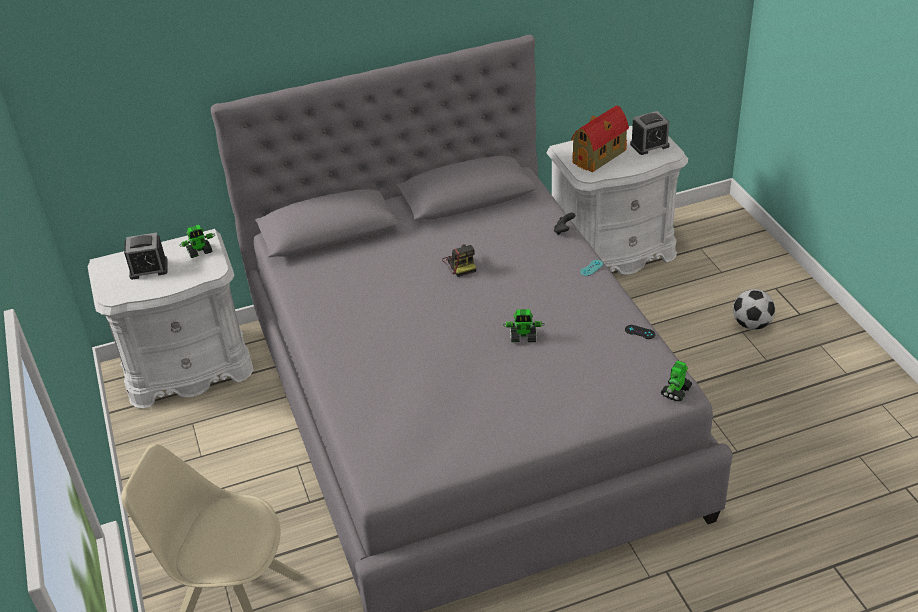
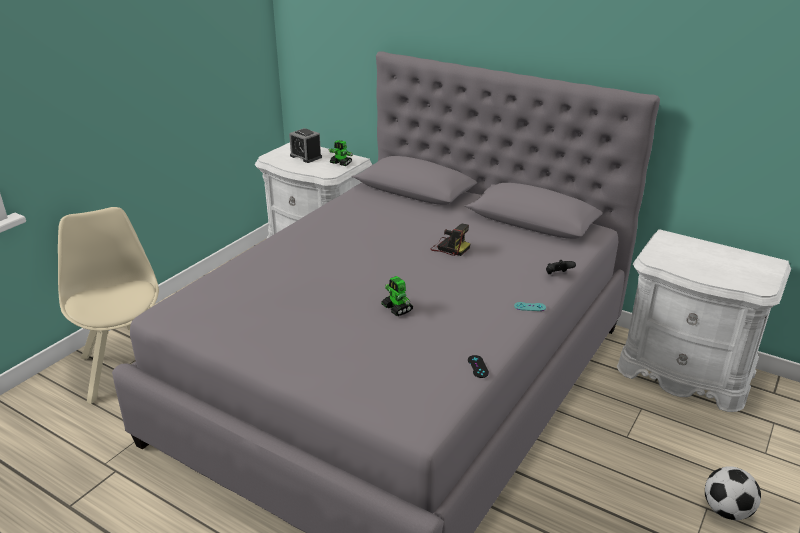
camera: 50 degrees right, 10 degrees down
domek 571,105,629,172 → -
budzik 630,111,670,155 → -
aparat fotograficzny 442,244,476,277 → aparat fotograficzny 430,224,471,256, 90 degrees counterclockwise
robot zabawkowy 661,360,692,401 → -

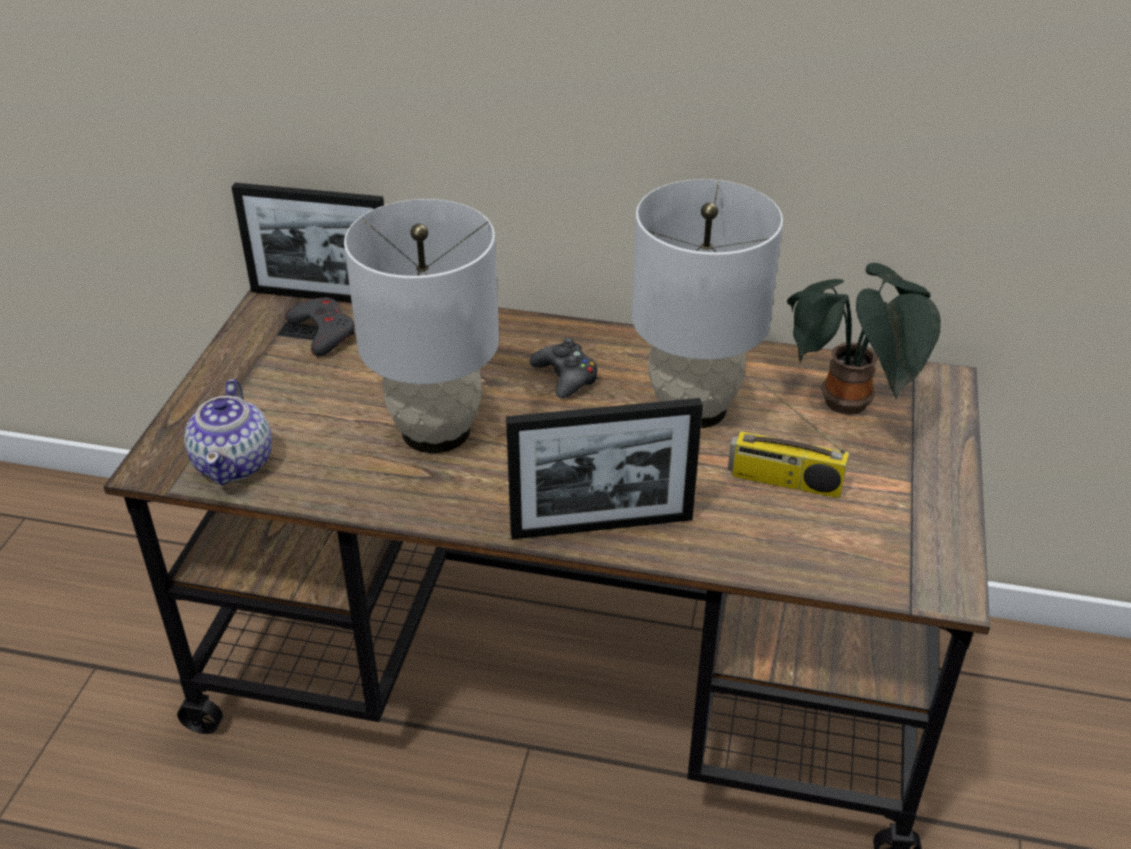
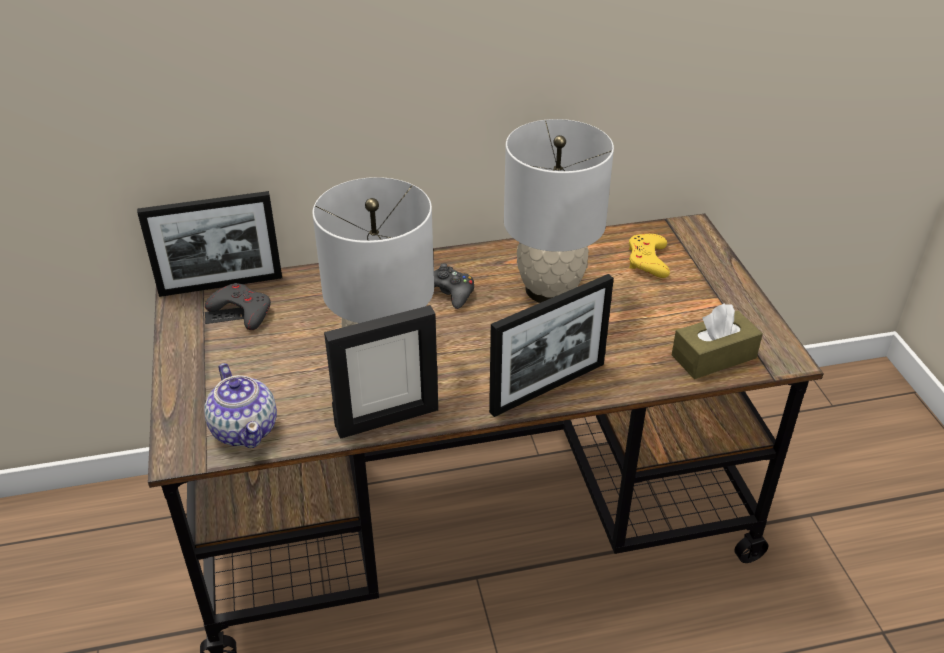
camera: 25 degrees left, 0 degrees up
roślina doniczkowa 787,263,941,415 → pad do gier [żółty] 629,234,670,278
radio 728,383,849,498 → -
- → pudełko chusteczek [brązowy] 672,303,763,379
- → ramka na zdjęcie 324,305,438,439

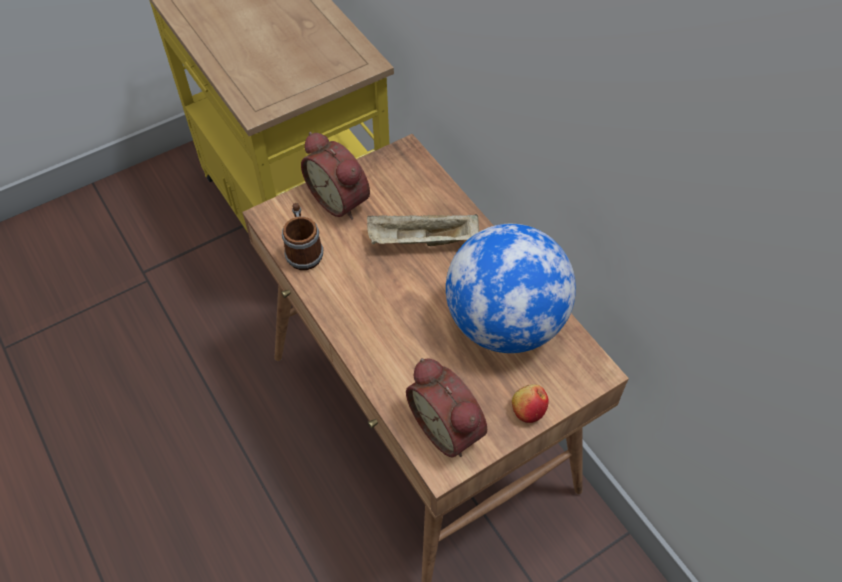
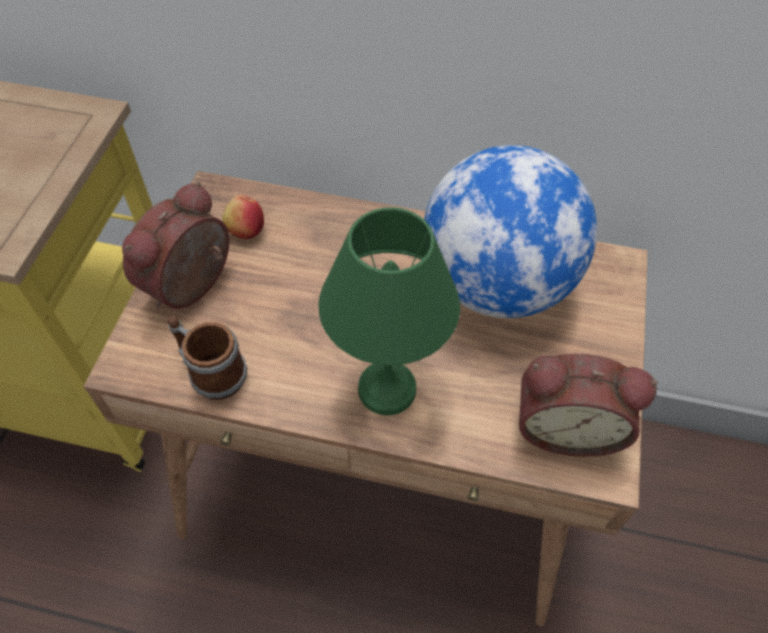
camera: 45 degrees left, 0 degrees up
budzik 301,132,370,220 → budzik 122,181,230,309, 120 degrees clockwise
taca [beżowy] 367,214,479,246 → -
jabłko 512,384,549,423 → jabłko 222,195,264,239, move
- → lampa stołowa [zielony] 318,207,460,415

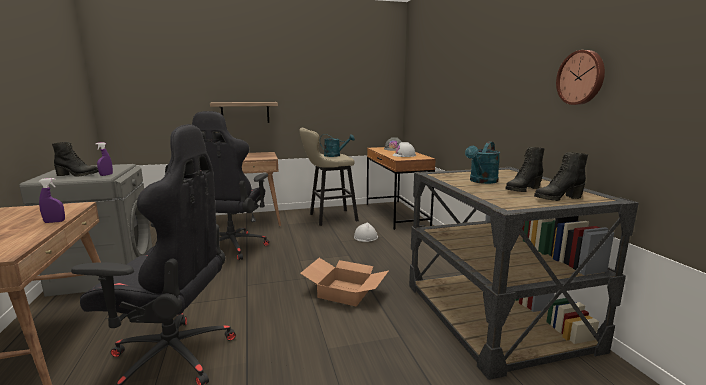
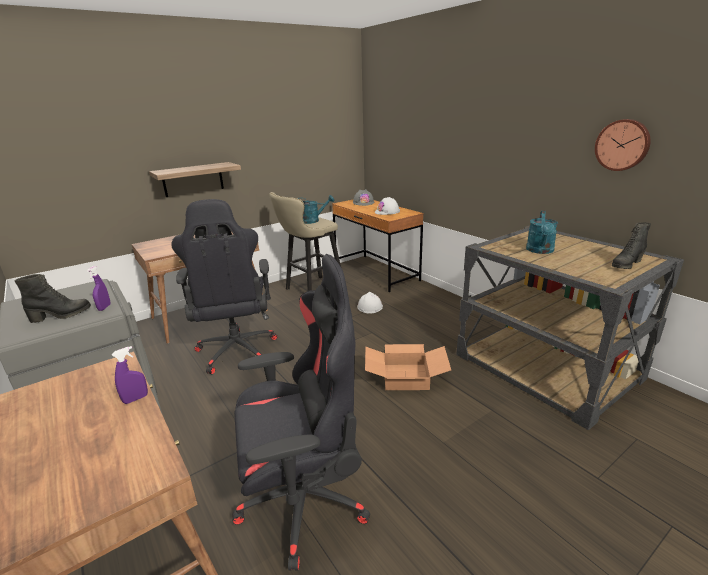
camera: 20 degrees left, 10 degrees up
but z cholewką [czarny] 506,147,545,192 → -

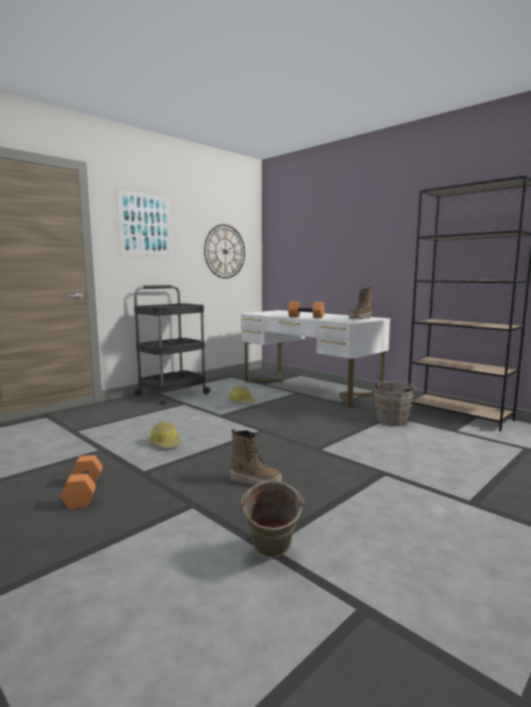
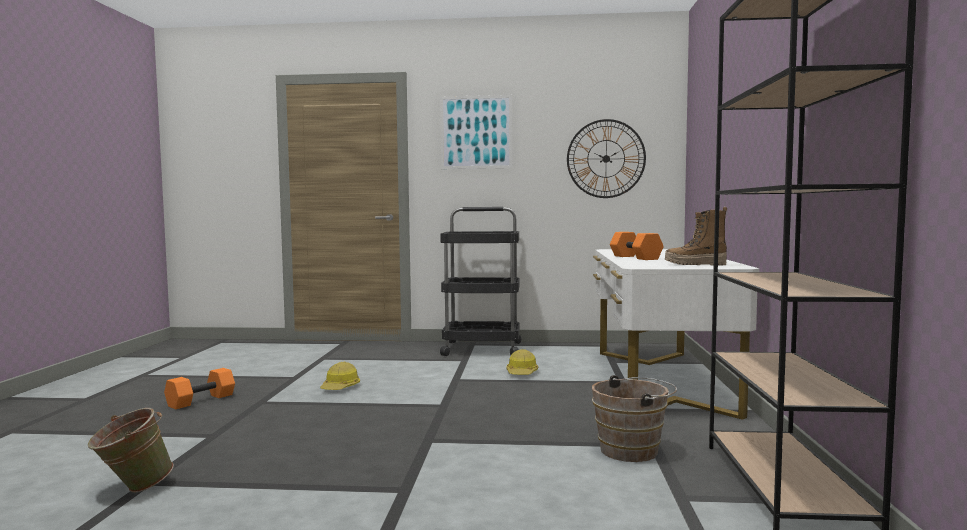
camera: 50 degrees right, 5 degrees down
but z cholewką 230,428,282,486 → -

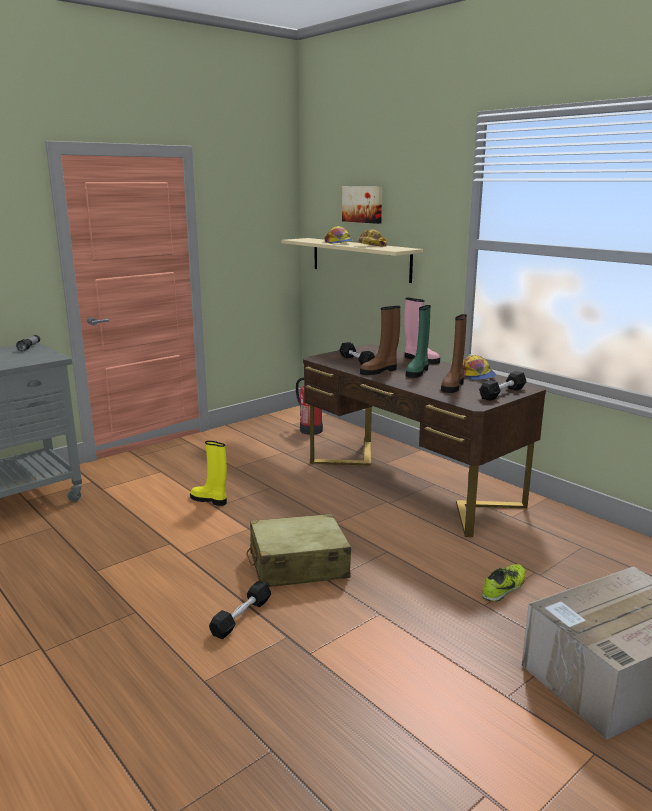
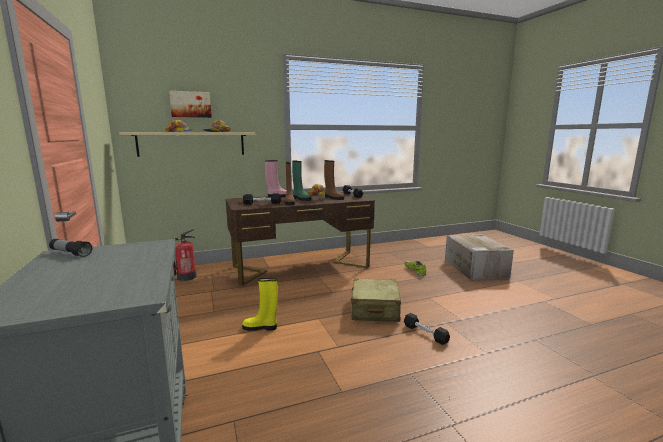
camera: 70 degrees left, 5 degrees down
but z cholewką [żółty] 190,441,227,506 → but z cholewką [żółty] 242,278,278,331, 45 degrees clockwise

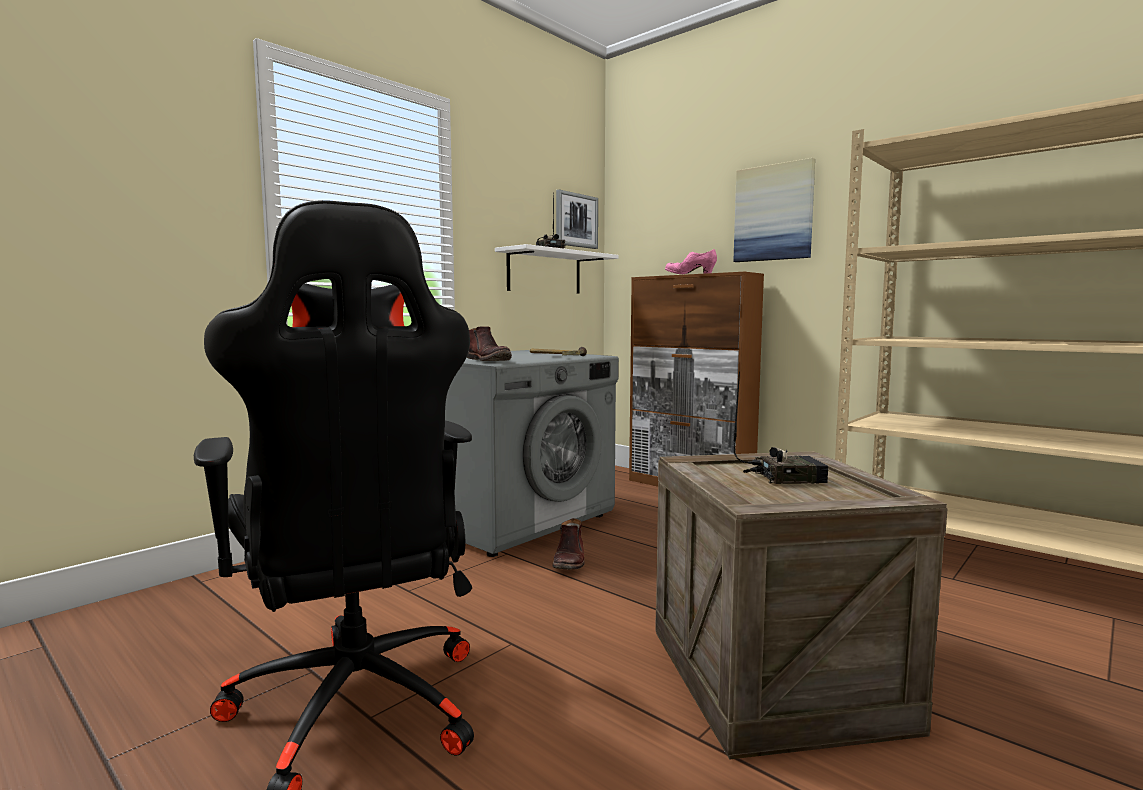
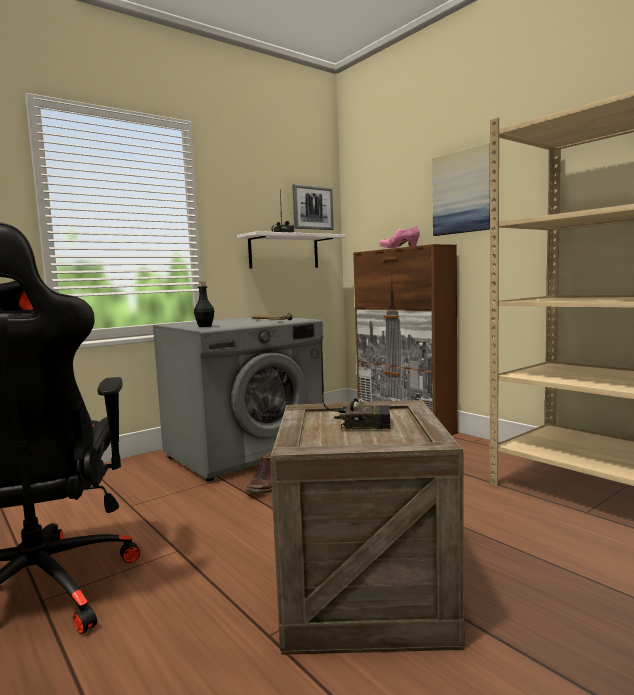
camera: 10 degrees right, 0 degrees up
but z cholewką [brązowy] 467,326,512,361 → butelka [czarny] 194,282,214,327

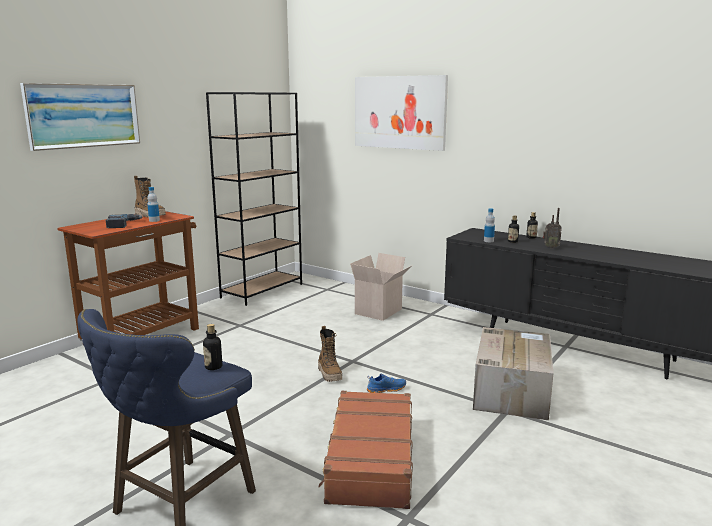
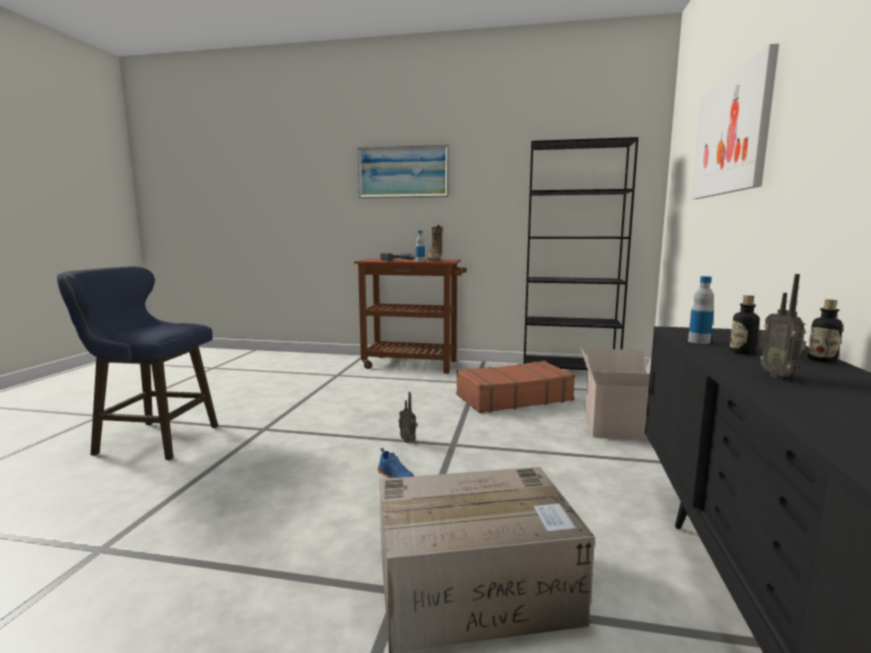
camera: 65 degrees right, 5 degrees down
regał [beżowy] 206,92,302,306 → regał [czarny] 524,137,638,370
butelka 203,324,222,370 → -
but z cholewką 318,326,342,382 → radio 399,392,417,443
walizka [brązowy] 319,391,413,509 → walizka [brązowy] 456,361,575,413, move

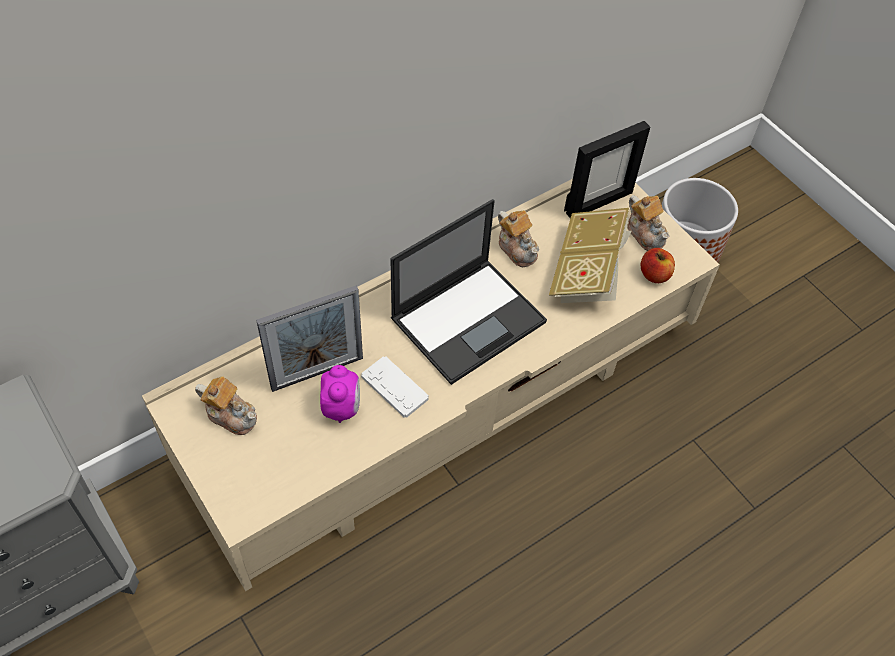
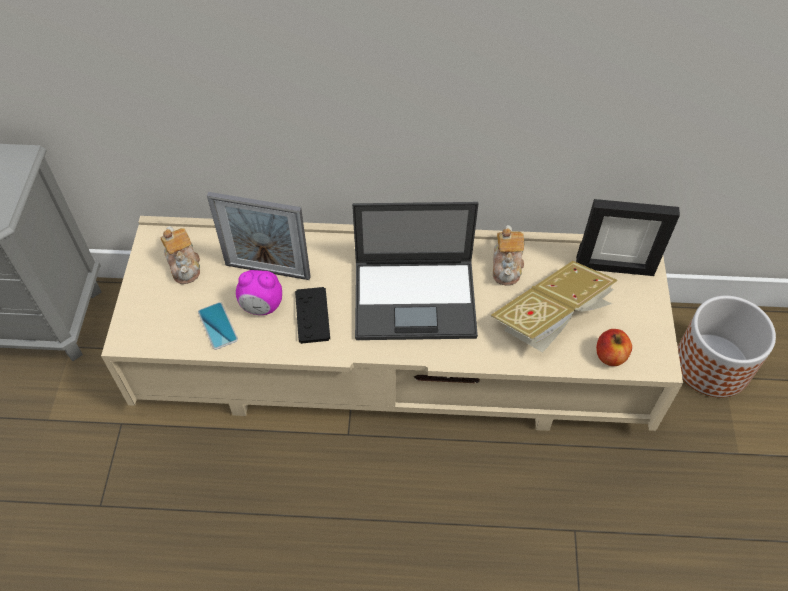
camera: 40 degrees right, 0 degrees up
imbryk 627,195,669,251 → -
pad do gier [biały] 361,356,429,418 → pad do gier [czarny] 295,287,330,344
budzik 320,365,360,423 → budzik 236,270,282,315, 60 degrees clockwise
- → telefon 198,302,238,350

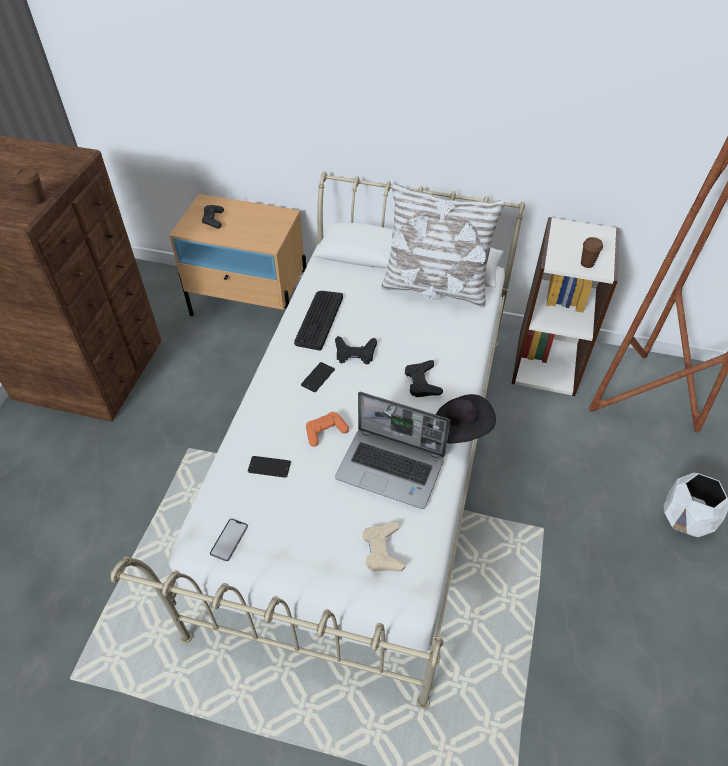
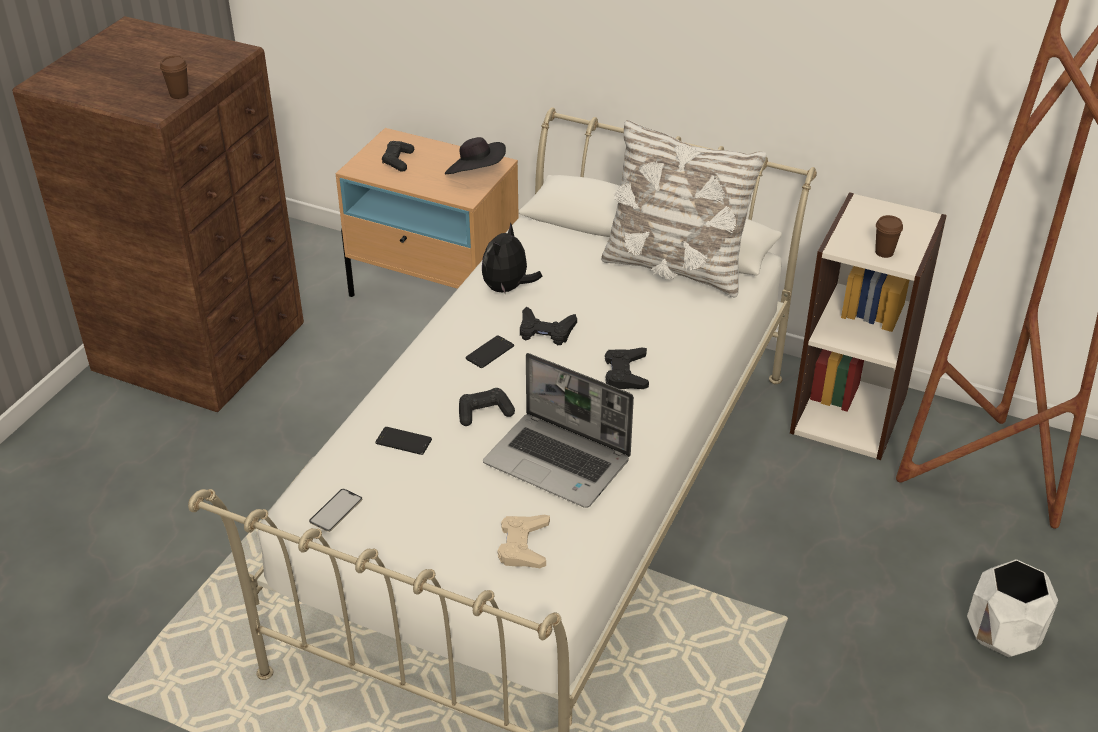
camera: 10 degrees right, 10 degrees down
klawiatura 294,291,343,351 → pluszak 482,222,542,294
kapelusz [czarny] 436,394,496,444 → kapelusz [czarny] 445,137,506,174, move
pad do gier [pomarańczowy] 306,412,349,447 → pad do gier [czarny] 459,388,515,426

